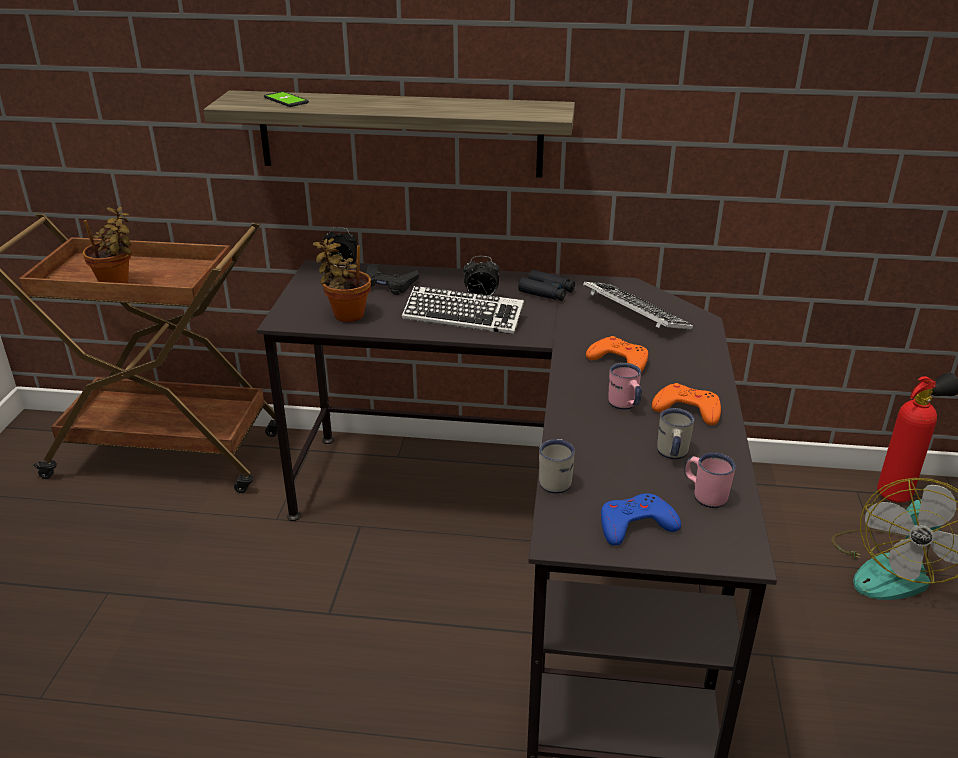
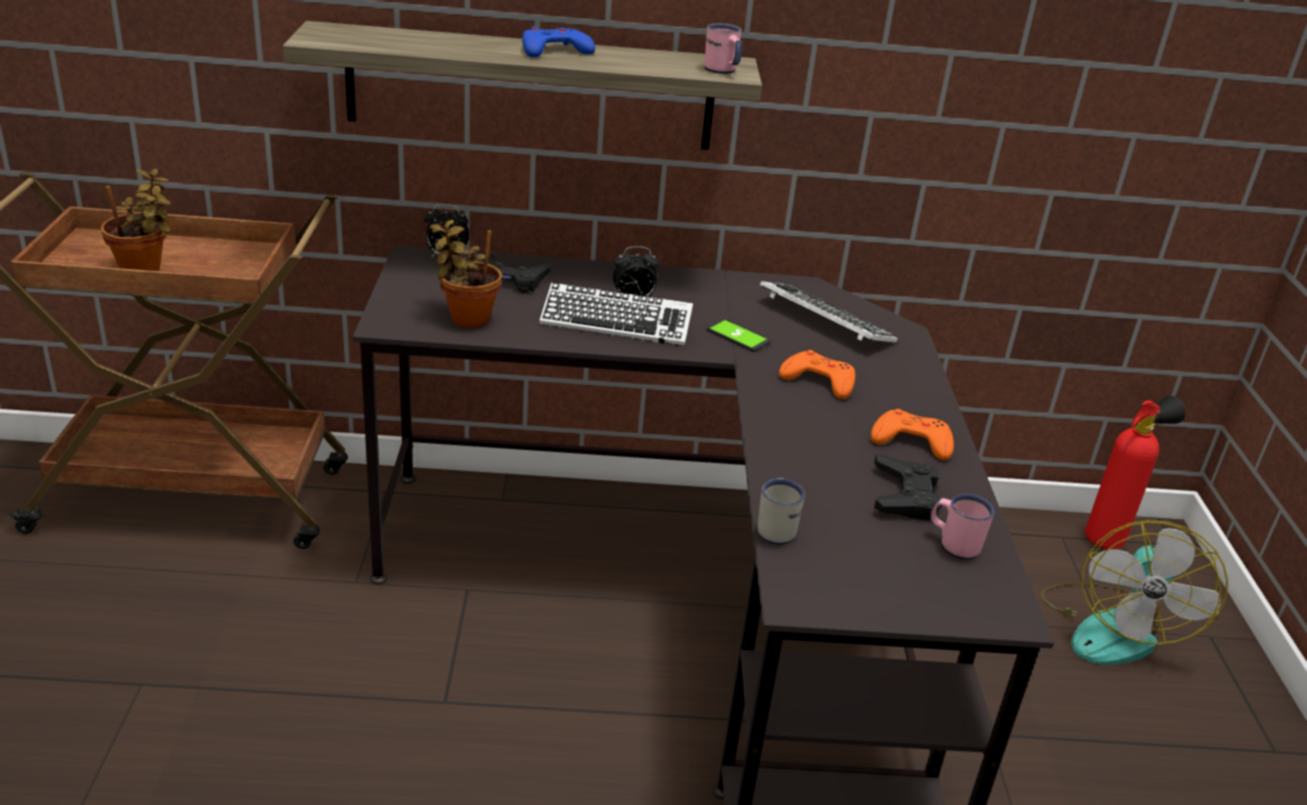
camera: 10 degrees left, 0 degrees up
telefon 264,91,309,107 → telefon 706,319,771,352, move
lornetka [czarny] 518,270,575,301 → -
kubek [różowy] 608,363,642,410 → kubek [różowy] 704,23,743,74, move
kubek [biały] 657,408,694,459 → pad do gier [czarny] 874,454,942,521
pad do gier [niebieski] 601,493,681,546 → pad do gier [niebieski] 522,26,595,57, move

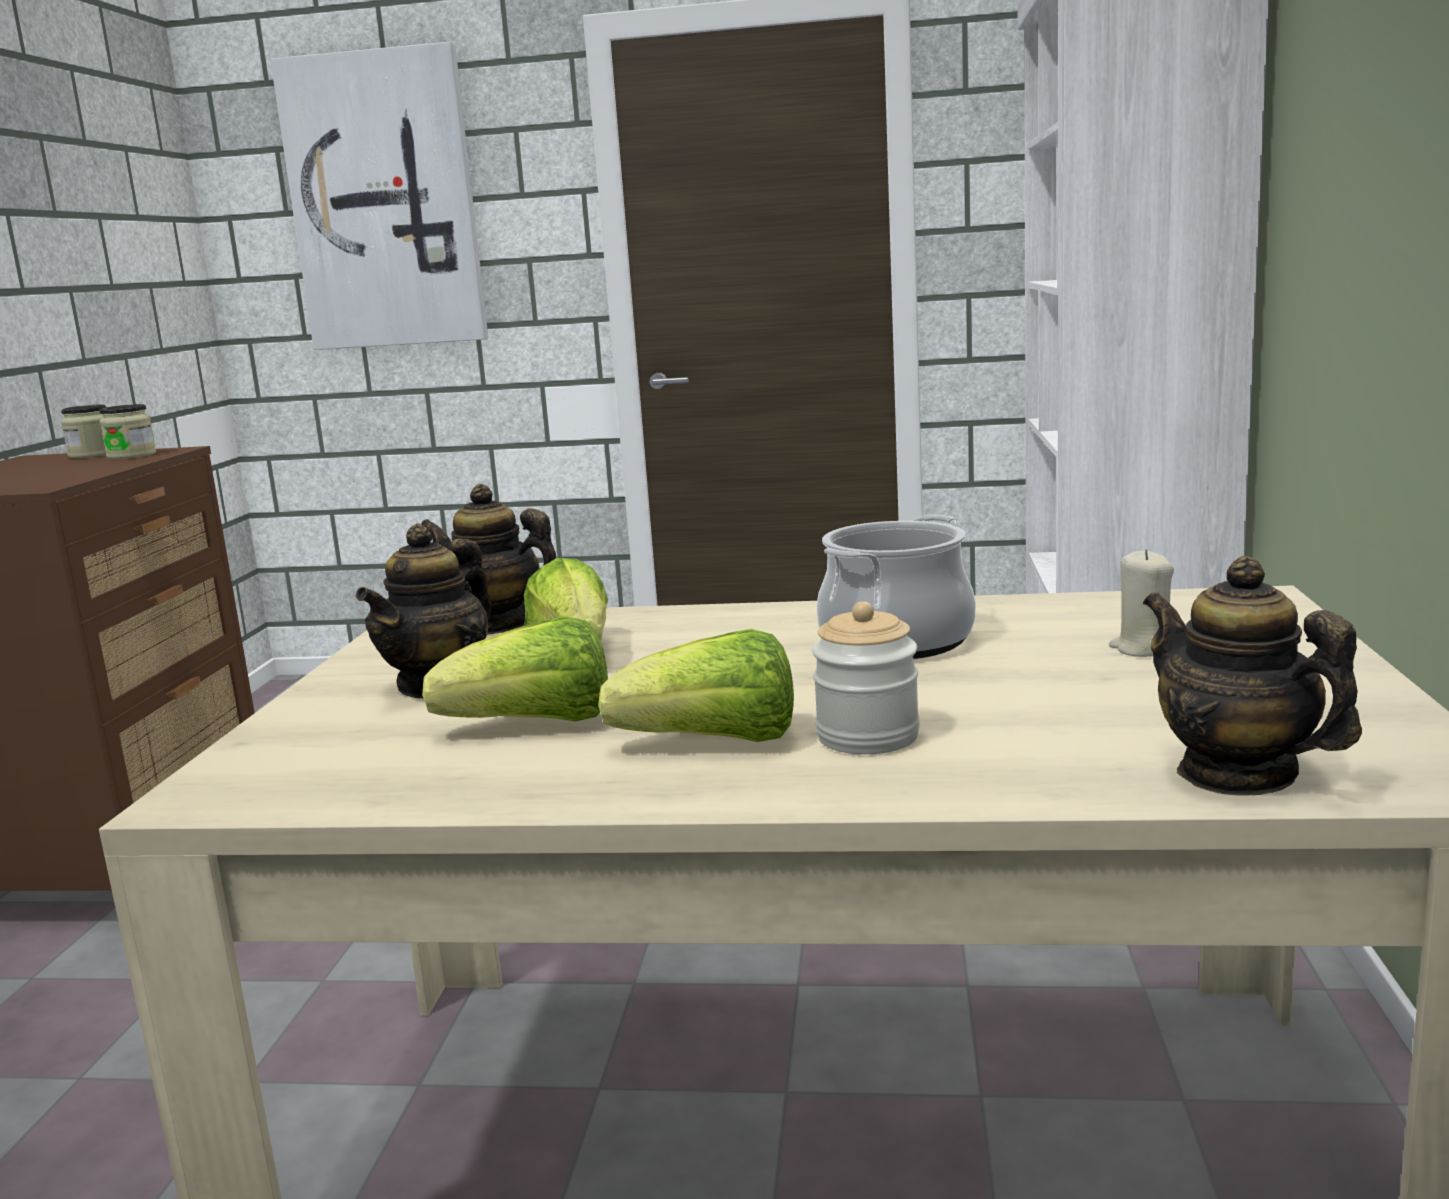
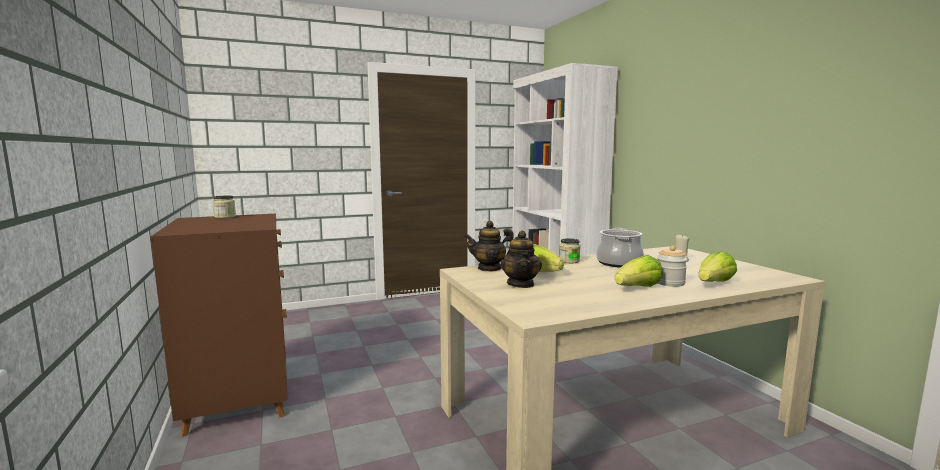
camera: 30 degrees left, 5 degrees down
obraz 270,41,488,350 → -
słoik 99,404,156,459 → słoik 559,238,580,263, move
imbryk 1143,556,1362,796 → -
sałata 422,616,608,722 → sałata 699,251,737,282, move

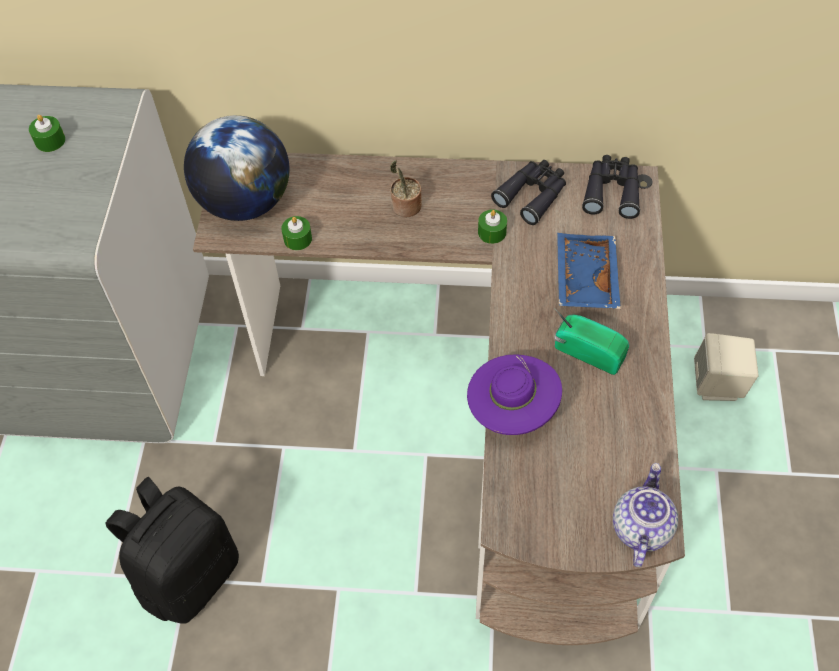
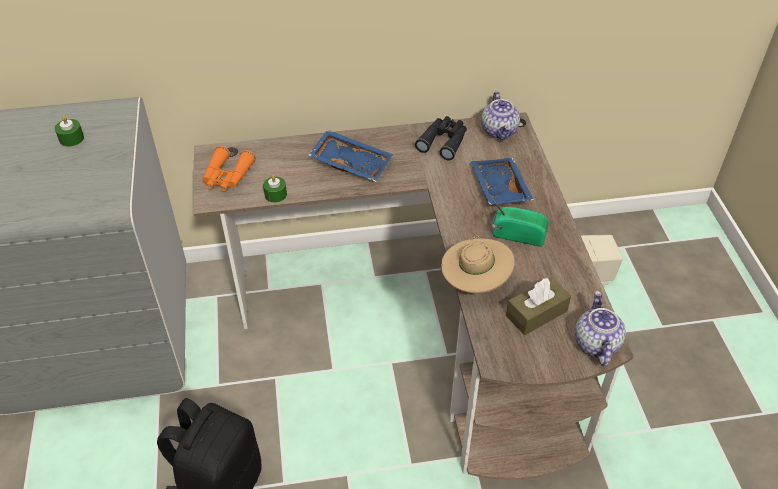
camera: 15 degrees left, 10 degrees down
globus 184,115,290,221 → lornetka [pomarańczowy] 202,146,256,191
lornetka [czarny] 582,155,640,219 → imbryk 481,92,520,140
roślina doniczkowa 390,160,422,217 → taca [niebieski] 308,130,393,182
świeca [zielony] 478,209,507,244 → -
kapelusz [fioletowy] 467,354,562,435 → kapelusz [beżowy] 441,234,515,293
- → pudełko chusteczek [brązowy] 506,277,571,335

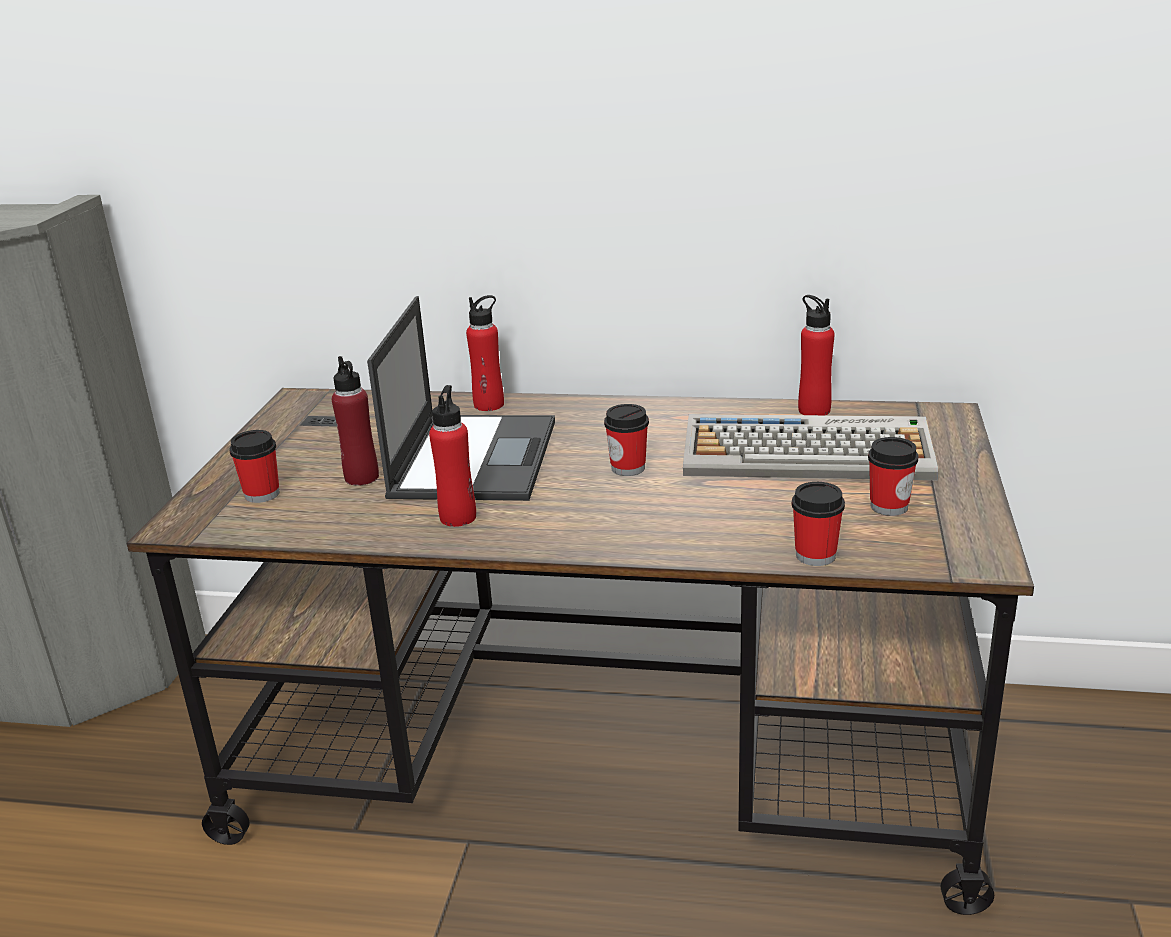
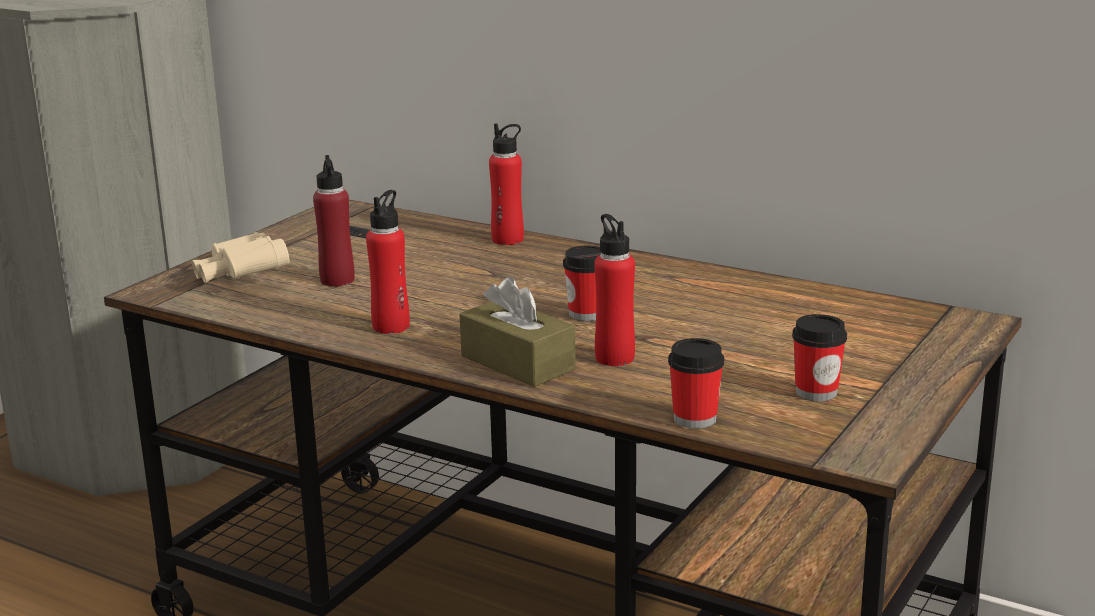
camera: 20 degrees right, 5 degrees down
butelka [czerwony] 798,295,835,415 → butelka [czerwony] 594,214,635,366, move
laptop 367,296,555,501 → -
klawiatura 683,414,938,480 → -
filiżanka 230,430,280,503 → lornetka [beżowy] 192,232,290,283
- → pudełko chusteczek [brązowy] 459,277,576,387

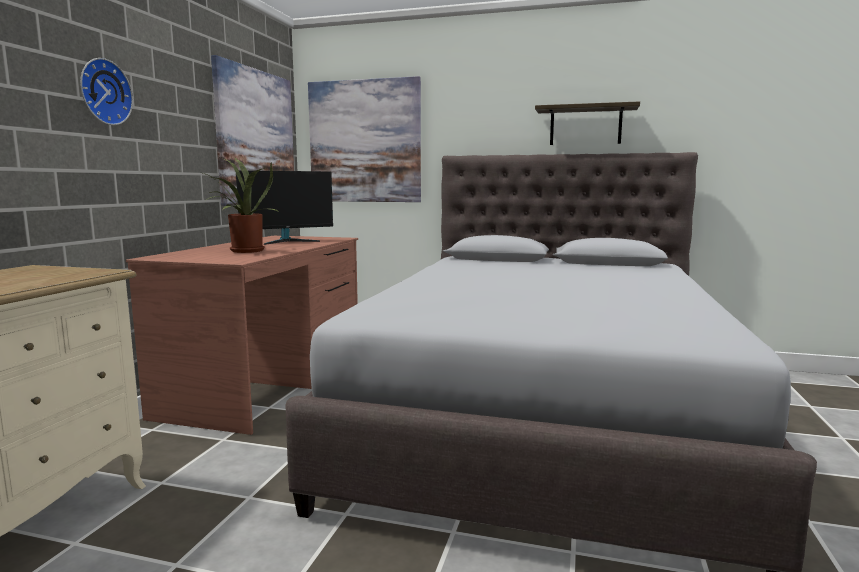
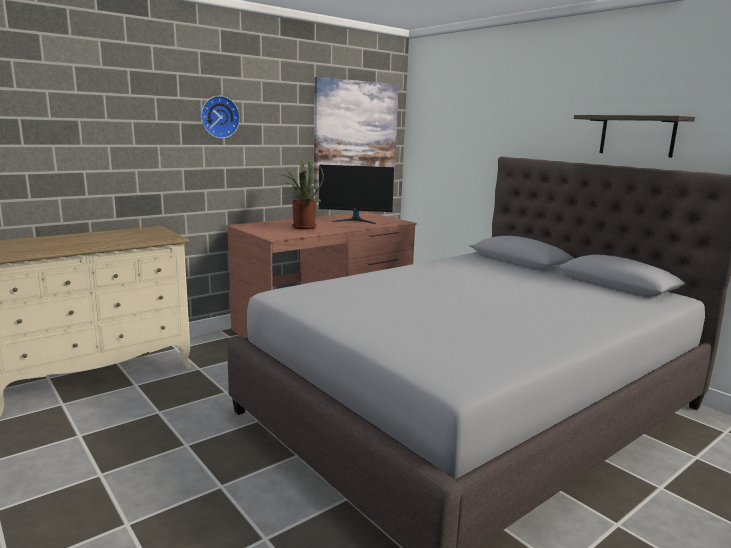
camera: 35 degrees right, 5 degrees up
obraz 308,76,421,202 → -

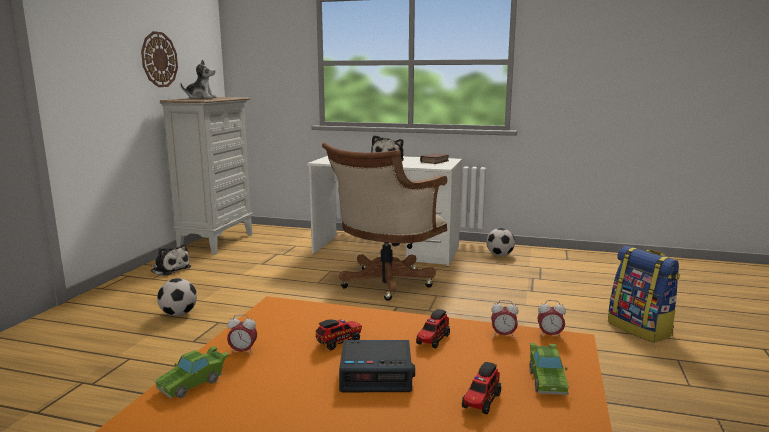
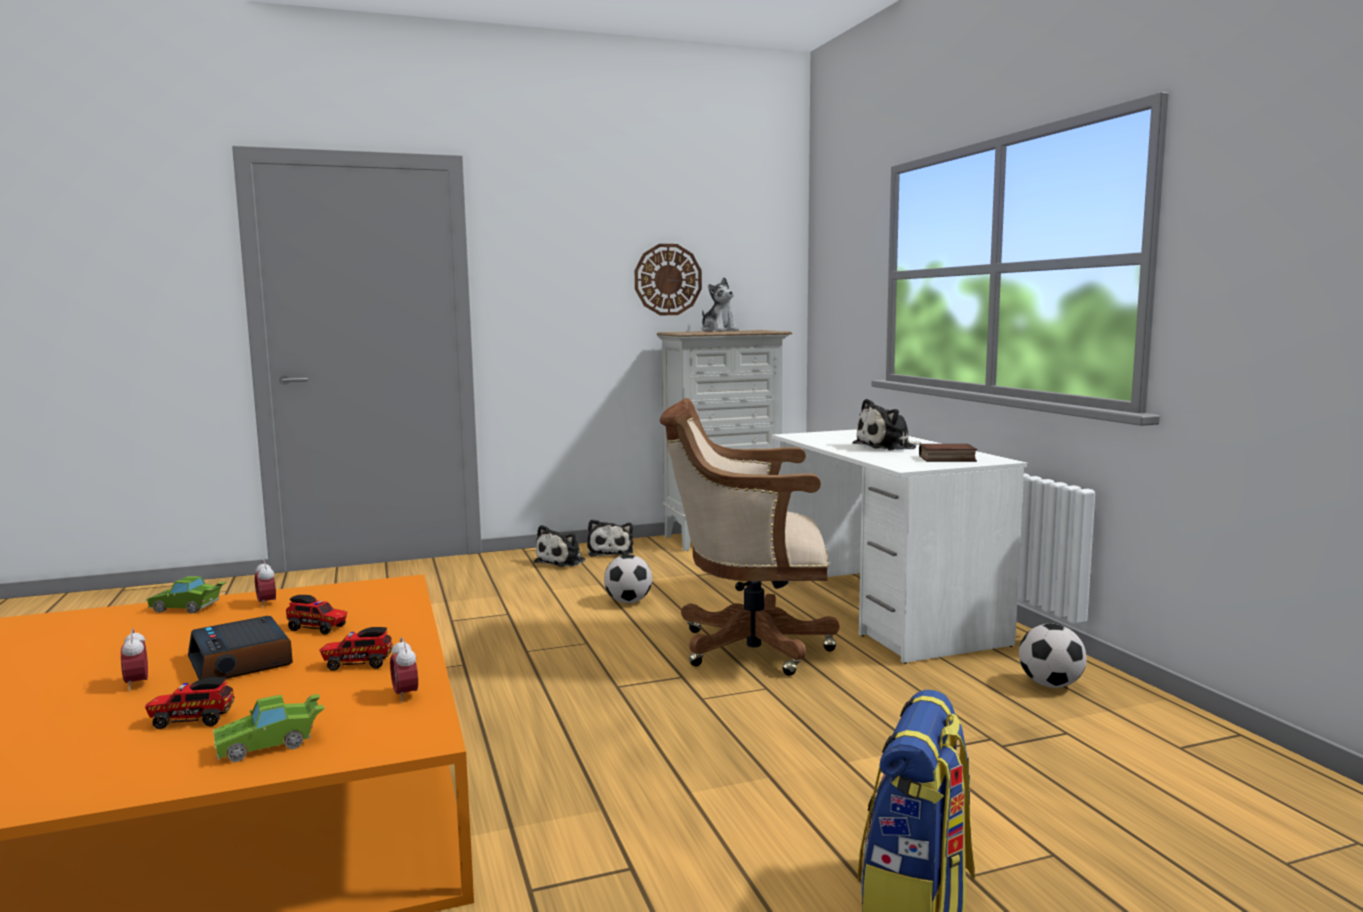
camera: 55 degrees right, 5 degrees down
piłka futbolowa 157,278,197,316 → piłka futbolowa 604,555,652,603, move
budzik 537,300,566,338 → budzik 121,628,148,691, move
- → pluszak 534,525,586,567

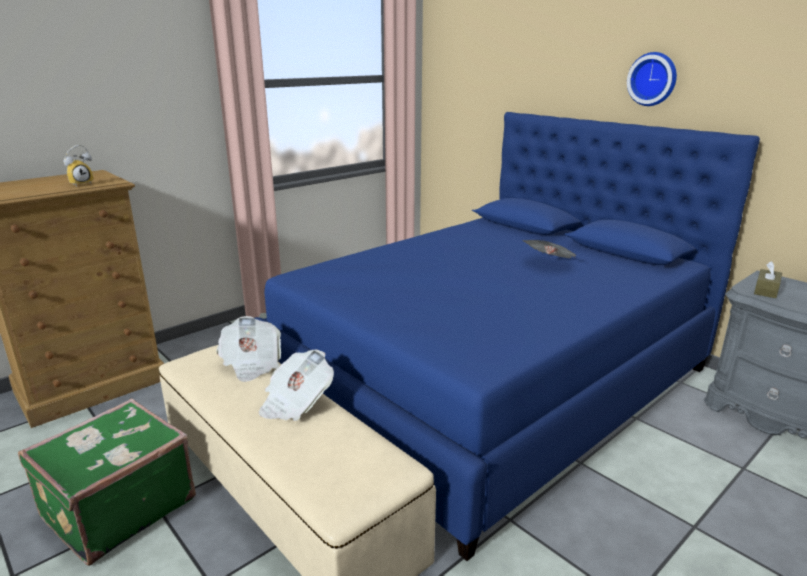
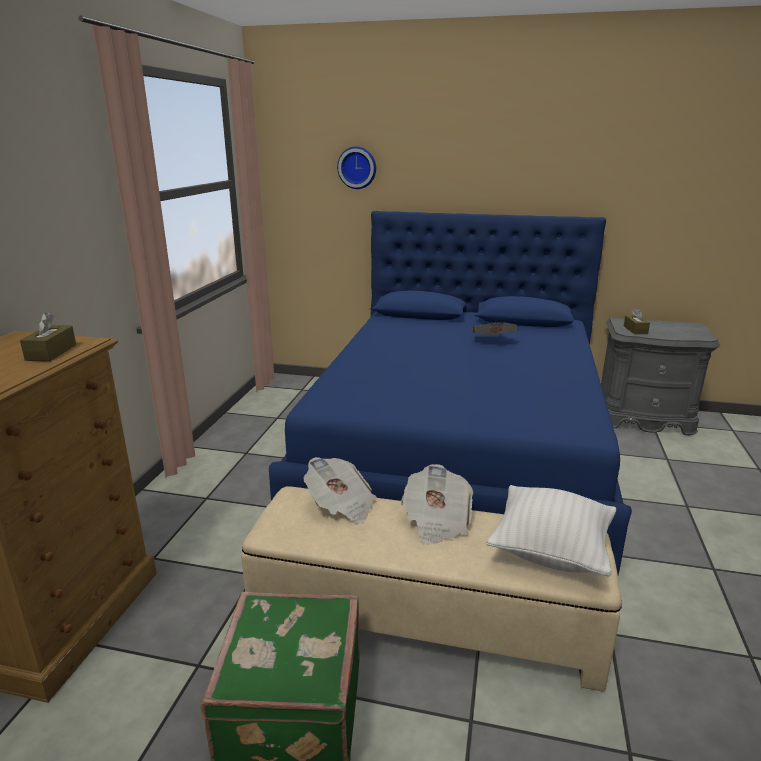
camera: 35 degrees left, 0 degrees up
zegar ścienny 627,52,677,106 → zegar ścienny 337,146,376,189, move
budzik 64,145,94,187 → pudełko chusteczek [brązowy] 20,312,76,361
- → poduszka [biały] 486,485,616,577

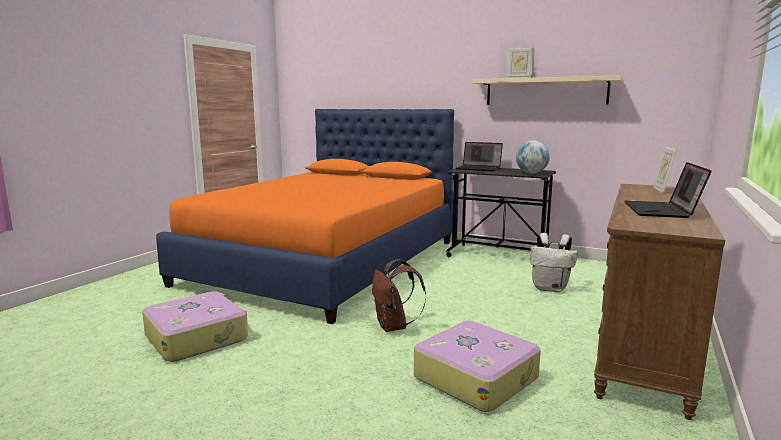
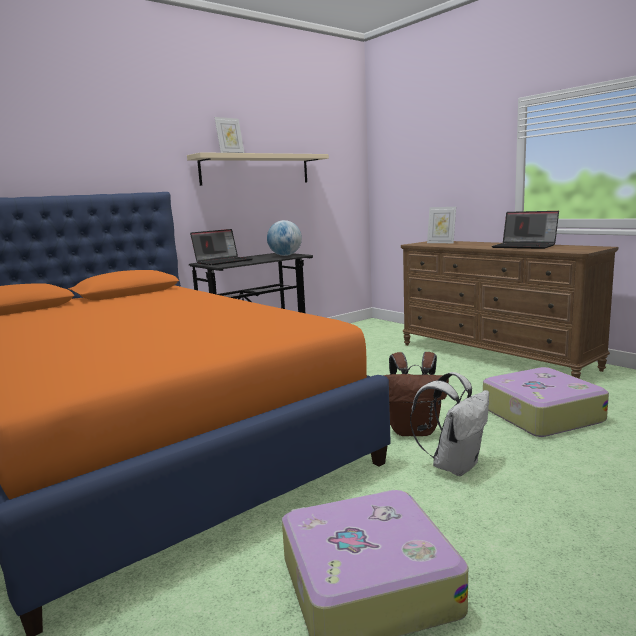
camera: 65 degrees left, 0 degrees up
plecak [biały] 530,233,578,292 → plecak [biały] 410,372,489,476, move

